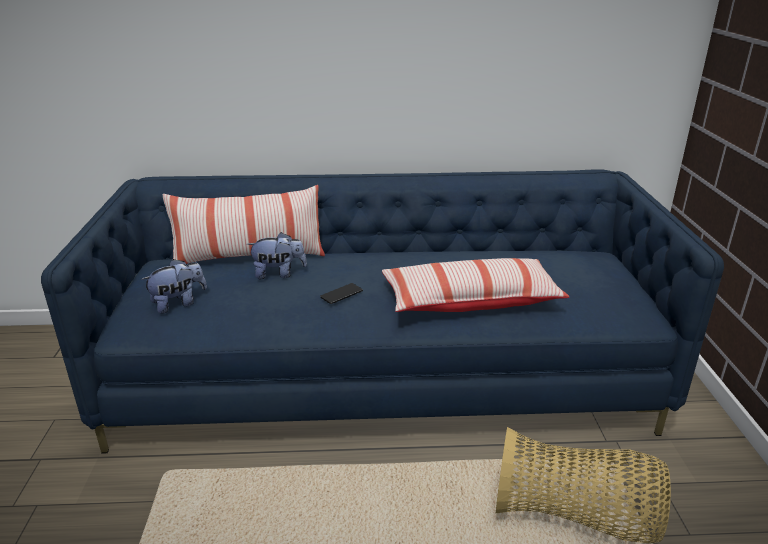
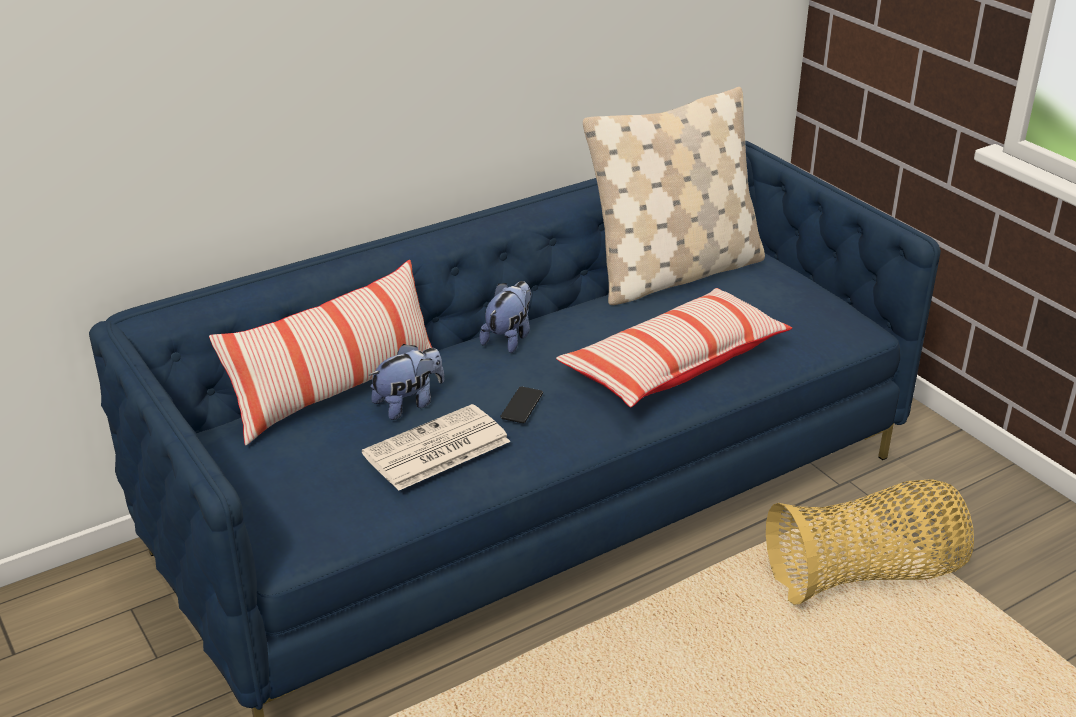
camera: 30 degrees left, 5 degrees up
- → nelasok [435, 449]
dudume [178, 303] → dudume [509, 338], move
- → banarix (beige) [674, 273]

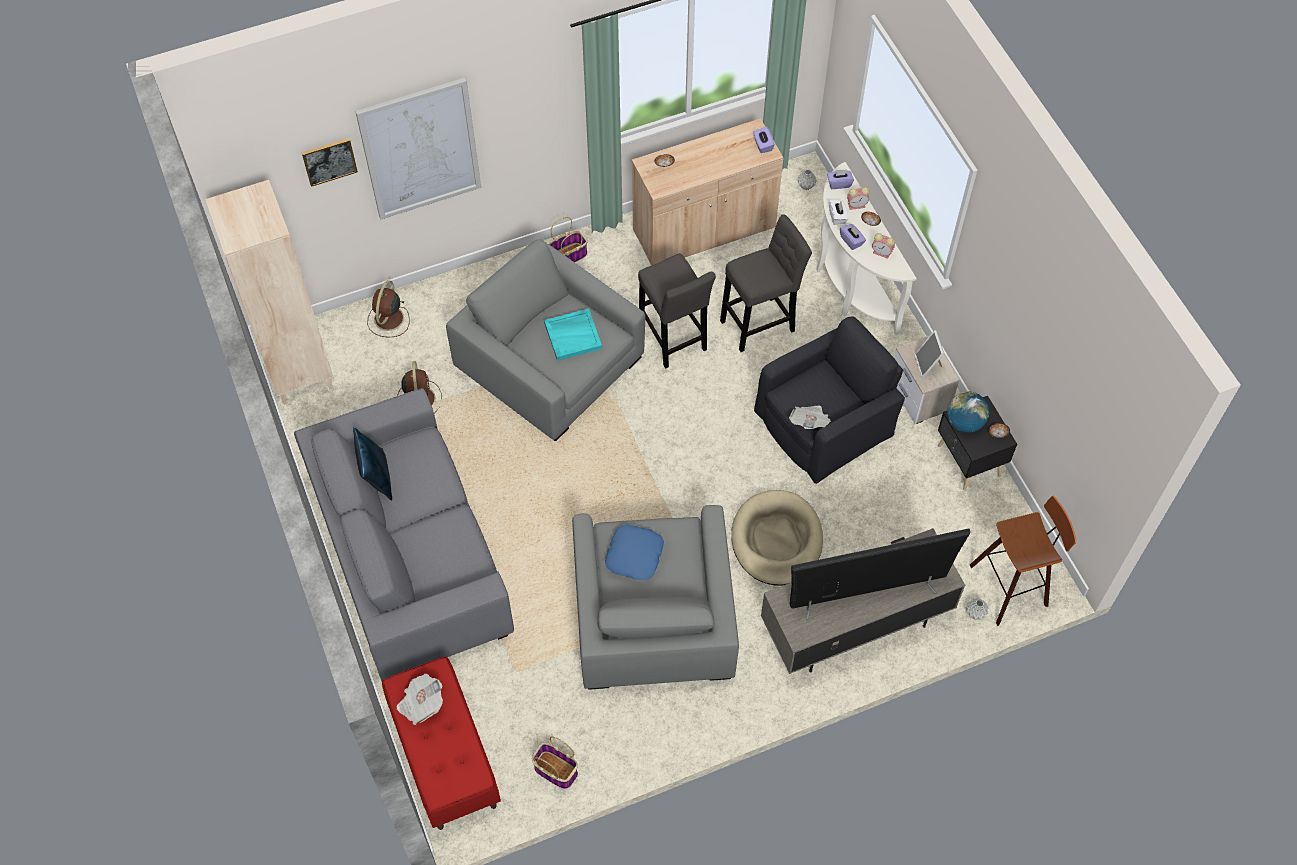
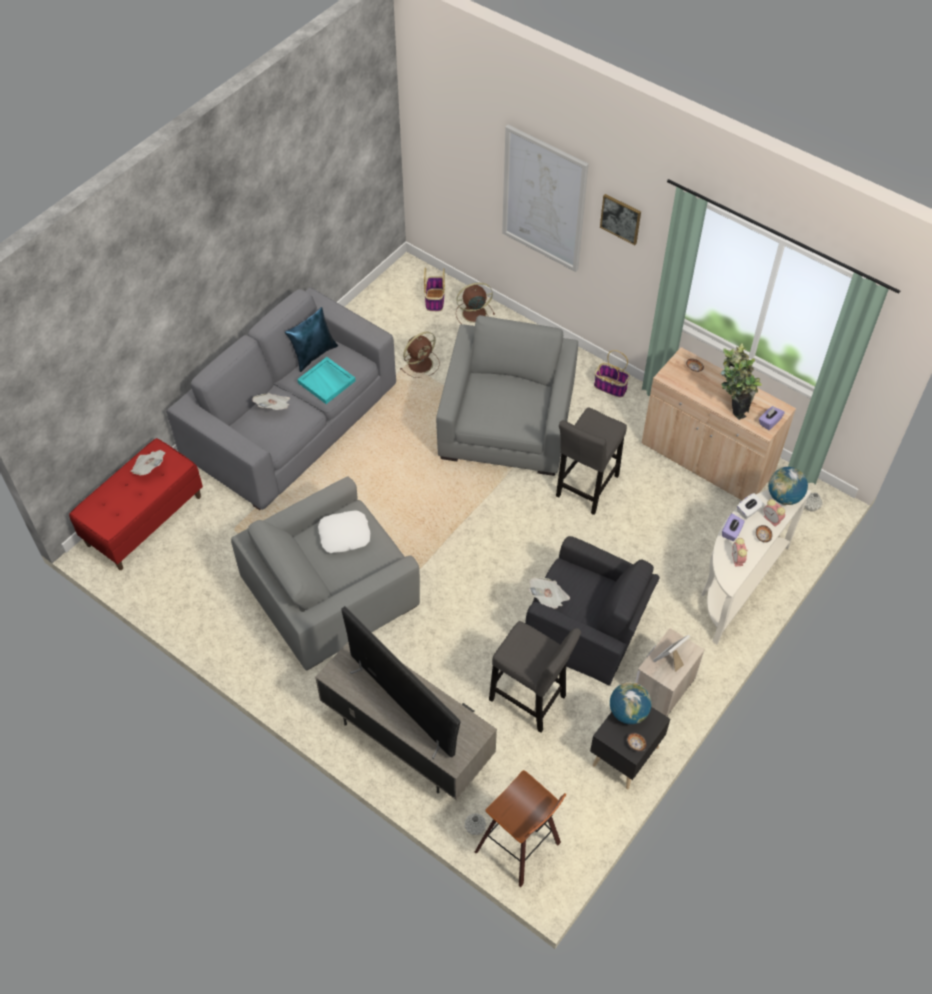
camera: 60 degrees right, 5 degrees down
- → nelasok [274, 407]
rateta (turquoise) [573, 335] → rateta (turquoise) [327, 382], move
banarix (blue) [635, 555] → banarix (white) [344, 535]
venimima [555, 770] → venimima [434, 300], move
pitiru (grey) [761, 323] → pitiru (grey) [530, 701], move
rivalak [329, 161] → rivalak [620, 218], move
- → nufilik [731, 407]
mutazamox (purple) [839, 183] → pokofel [784, 497]
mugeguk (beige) [299, 372] → -
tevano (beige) [776, 540] → -

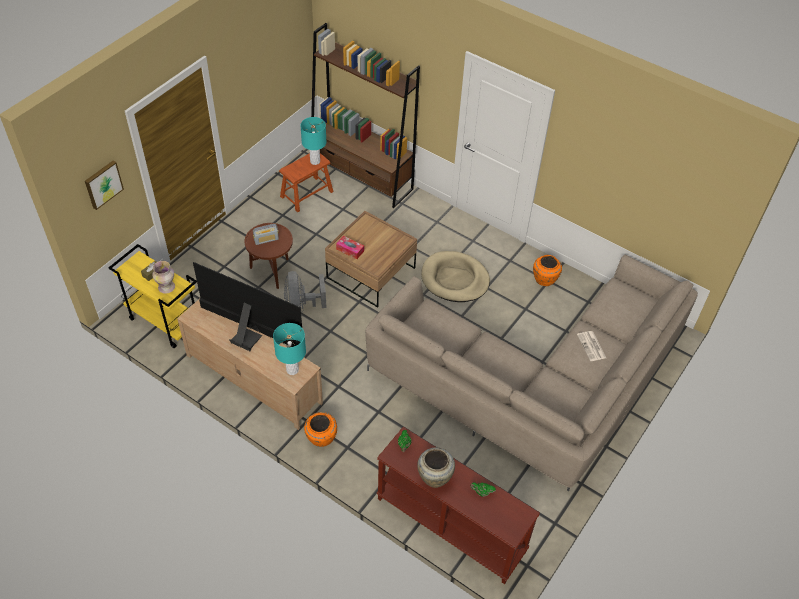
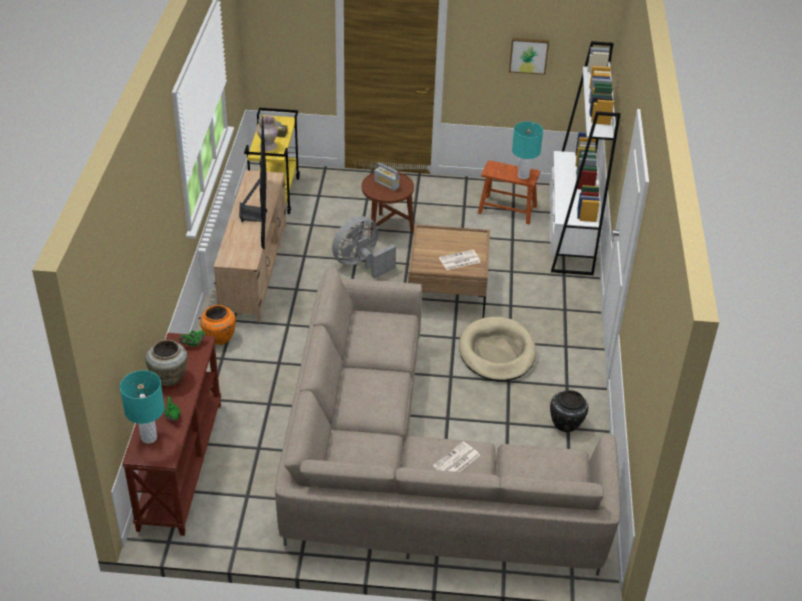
camera: 60 degrees right, 10 degrees down
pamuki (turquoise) [292, 370] → pamuki (turquoise) [149, 437], move
- → nelasok [459, 260]
rivalak [103, 184] → rivalak [528, 55], move
mugeguk (brown) [361, 176] → mugeguk (white) [570, 234]
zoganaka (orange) [545, 279] → zoganaka (black) [566, 424]
mutazamox [350, 250] → -

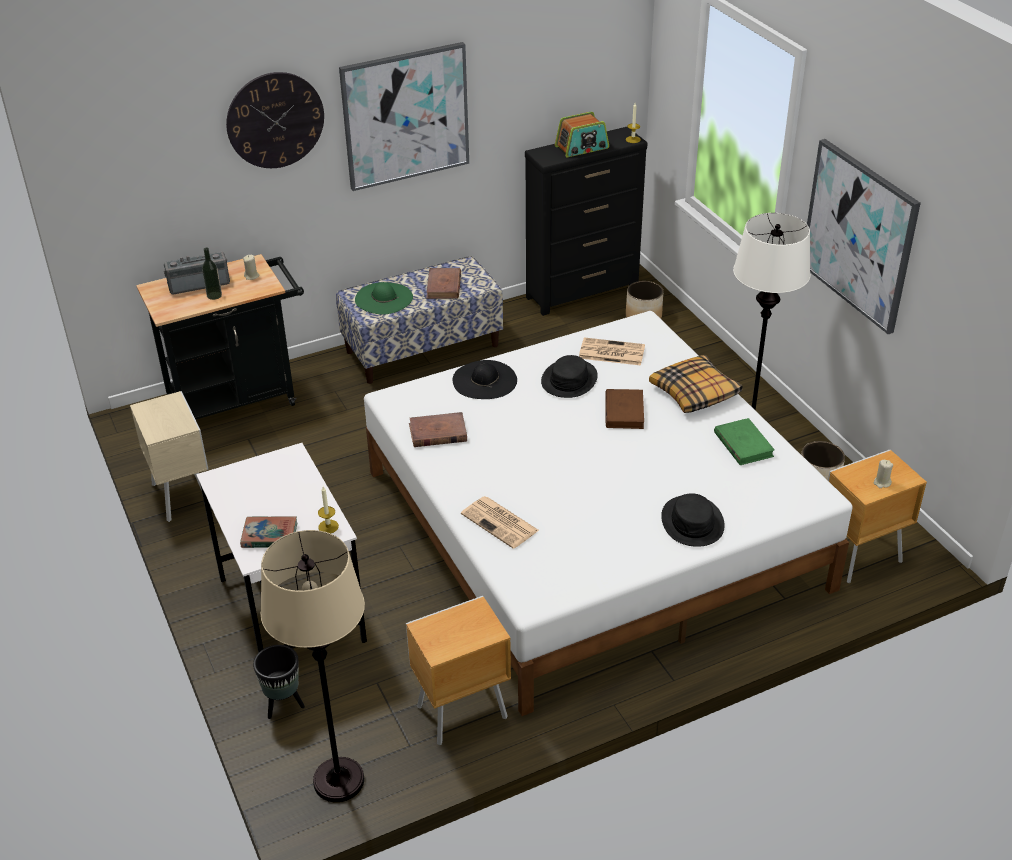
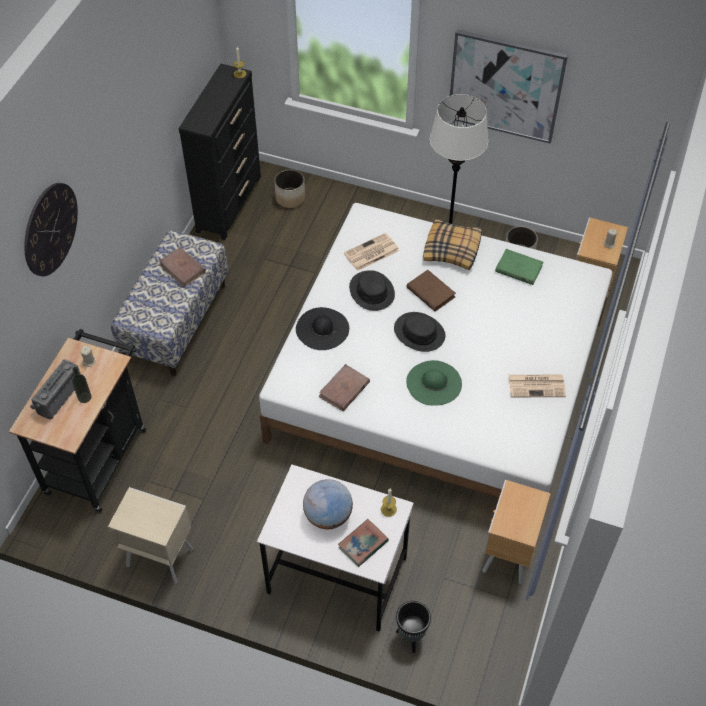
camera: 45 degrees left, 15 degrees up
- → pokofel [328, 515]
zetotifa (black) [692, 522] → zetotifa (black) [419, 332], move
zetotifa (green) [383, 298] → zetotifa (green) [434, 383], move
nelasok [501, 523] → nelasok [537, 385], move
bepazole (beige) [339, 780] → -
rivalak [405, 116] → -
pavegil [582, 147] → -

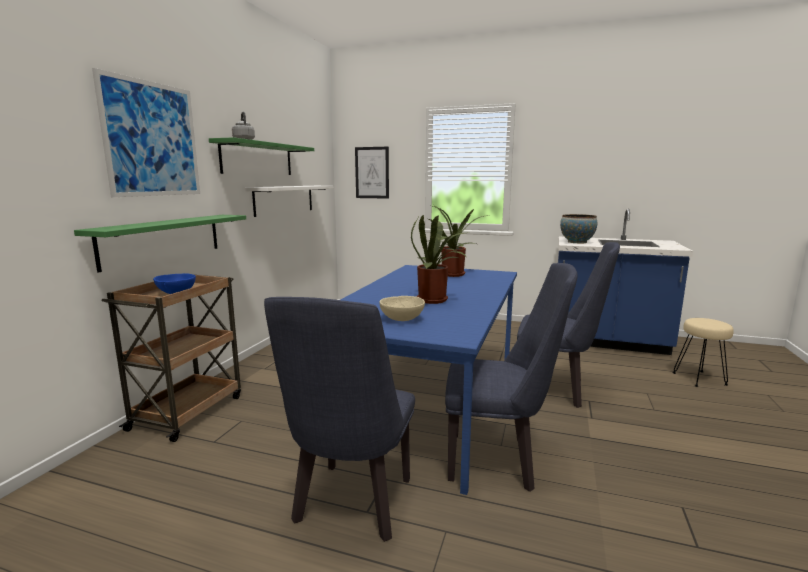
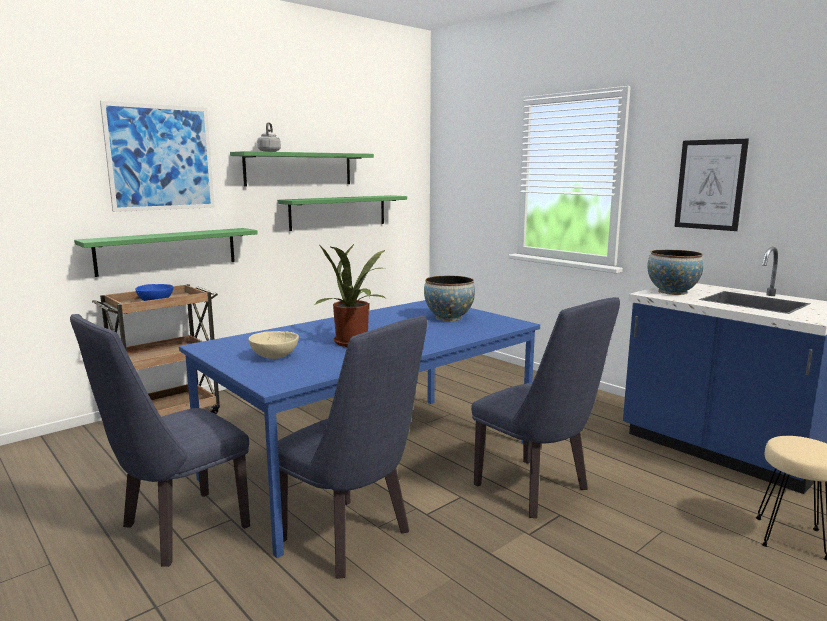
camera: 30 degrees right, 0 degrees up
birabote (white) [284, 199] → birabote (green) [338, 212]
nufilik [452, 275] → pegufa [449, 317]
rivalak [372, 172] → rivalak [710, 184], move

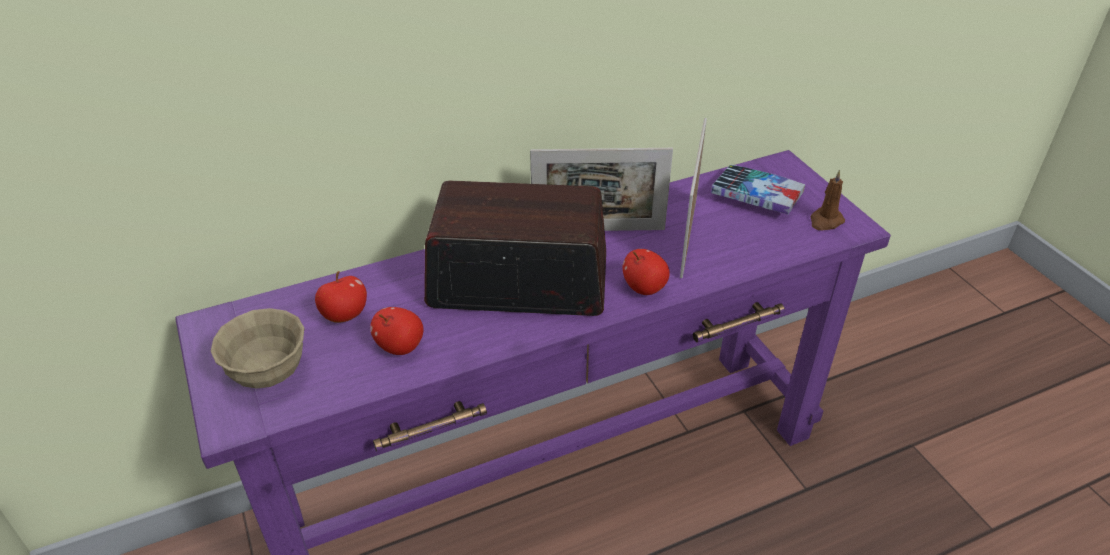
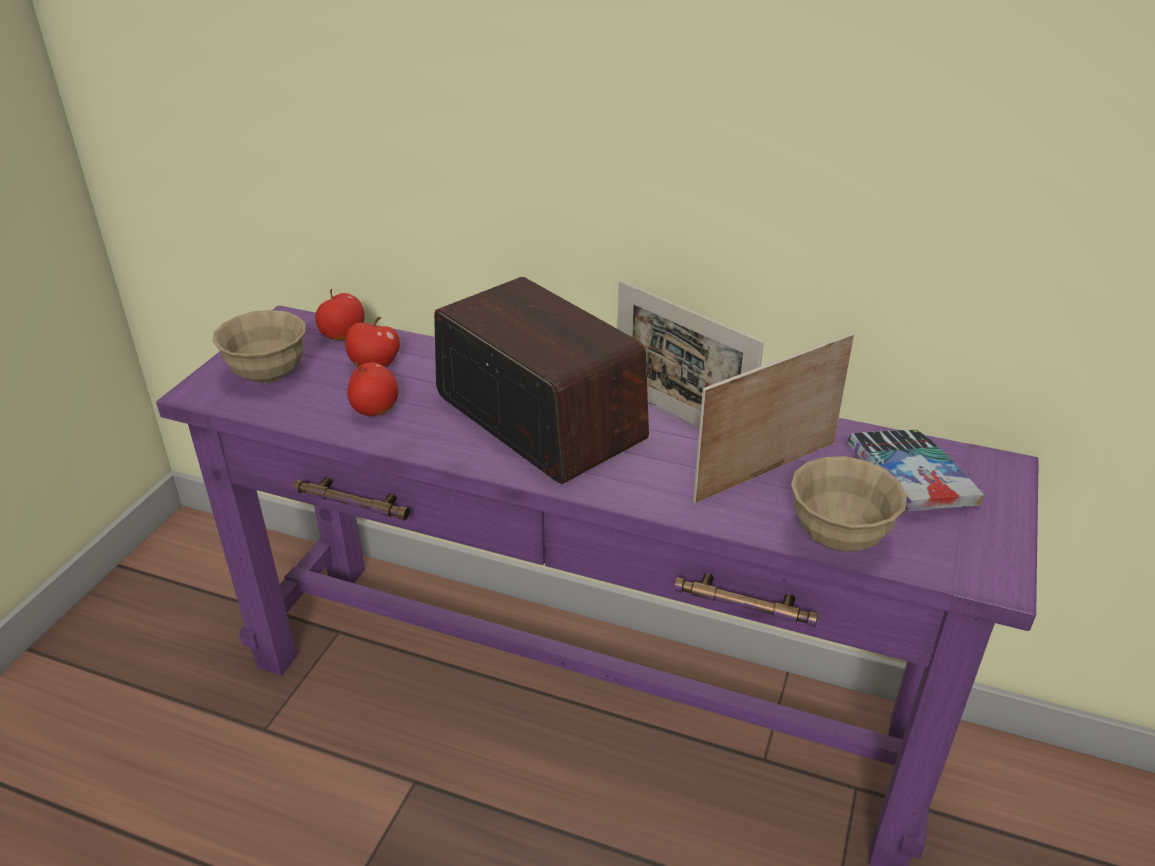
camera: 45 degrees right, 5 degrees down
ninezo [644, 288] → ninezo [343, 336], move
- → pegufa (beige) [839, 537]
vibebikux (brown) [825, 221] → -

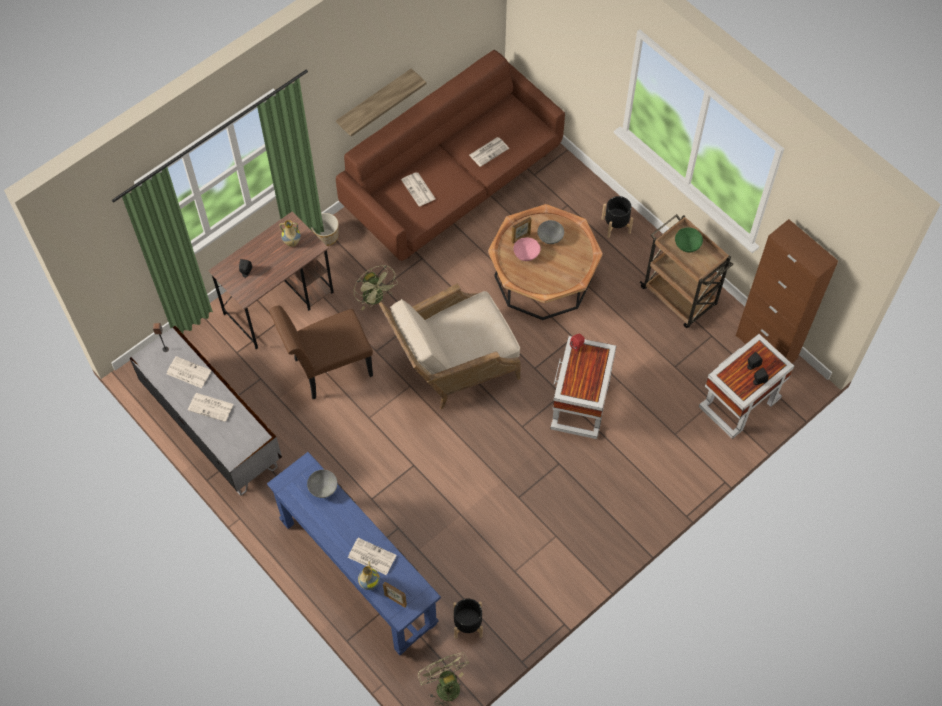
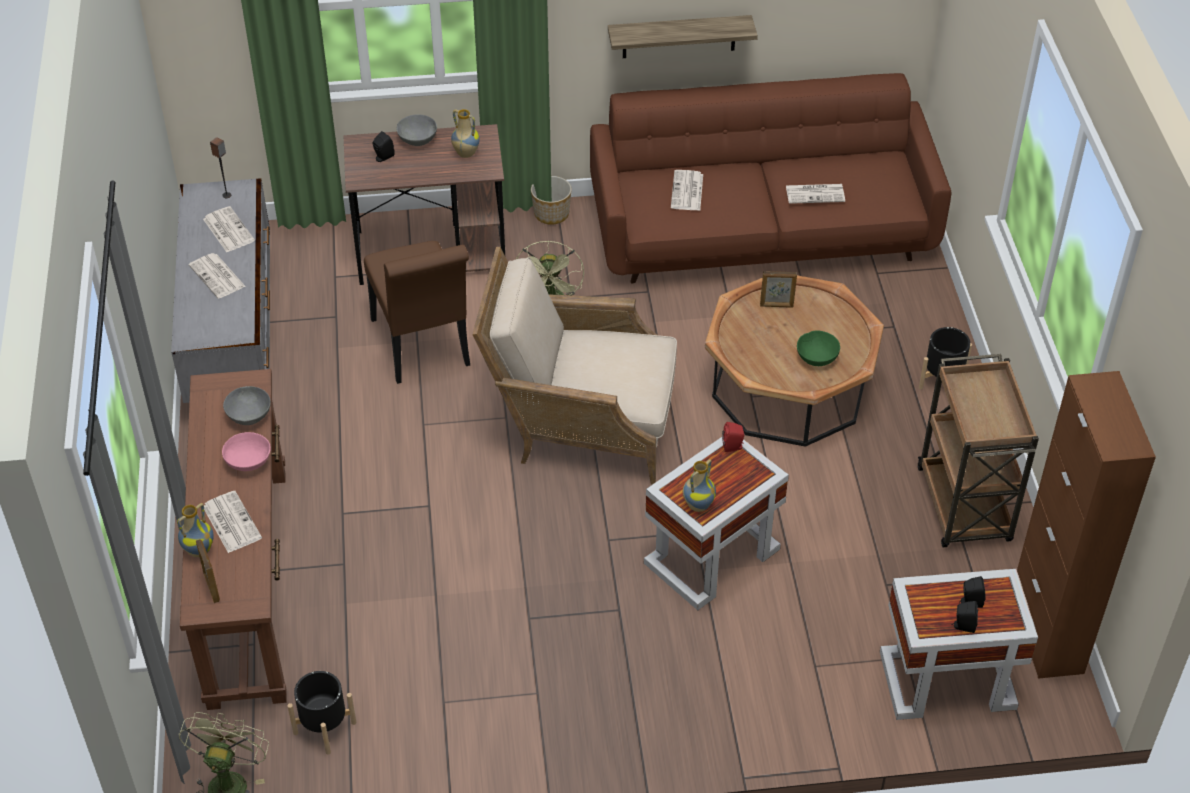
camera: 35 degrees right, 15 degrees down
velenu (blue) [358, 572] → velenu (brown) [248, 585]
pegufa (pink) [526, 254] → pegufa (pink) [248, 462], move
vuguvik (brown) [327, 369] → vuguvik (brown) [422, 348], 120 degrees counterclockwise
pegufa (grey) [550, 237] → pegufa (grey) [417, 140], move
- → zoganaka [697, 505]
pegufa (green) [687, 245] → pegufa (green) [816, 358], move

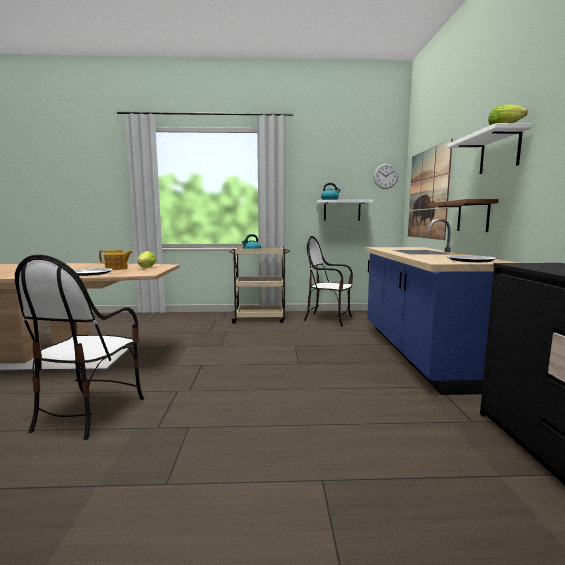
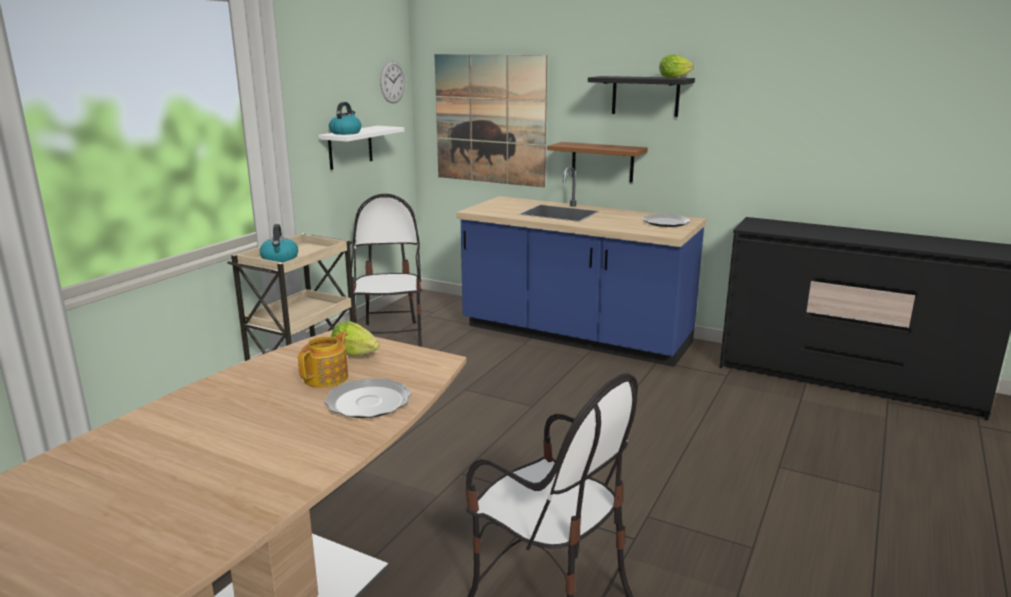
camera: 60 degrees left, 10 degrees up
vuguvik [328, 319] → vuguvik [390, 336], 120 degrees clockwise
birabote (white) [499, 152] → birabote (black) [645, 96]

